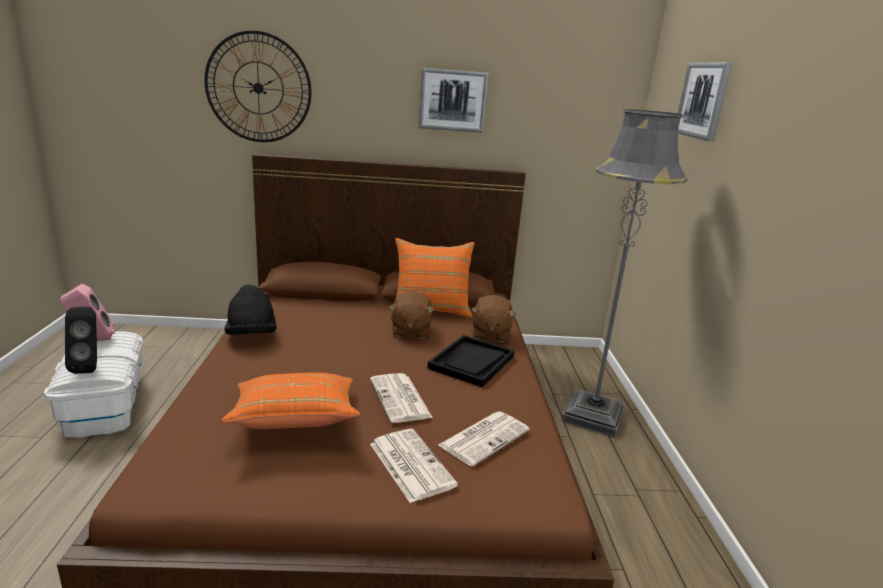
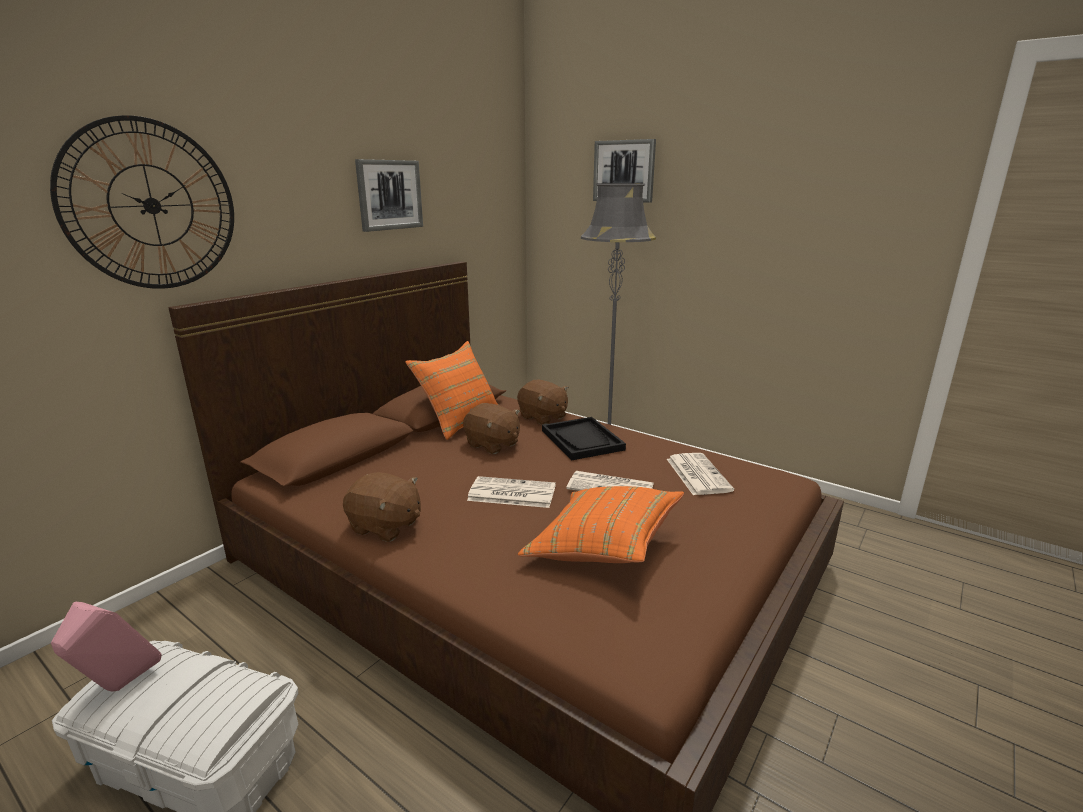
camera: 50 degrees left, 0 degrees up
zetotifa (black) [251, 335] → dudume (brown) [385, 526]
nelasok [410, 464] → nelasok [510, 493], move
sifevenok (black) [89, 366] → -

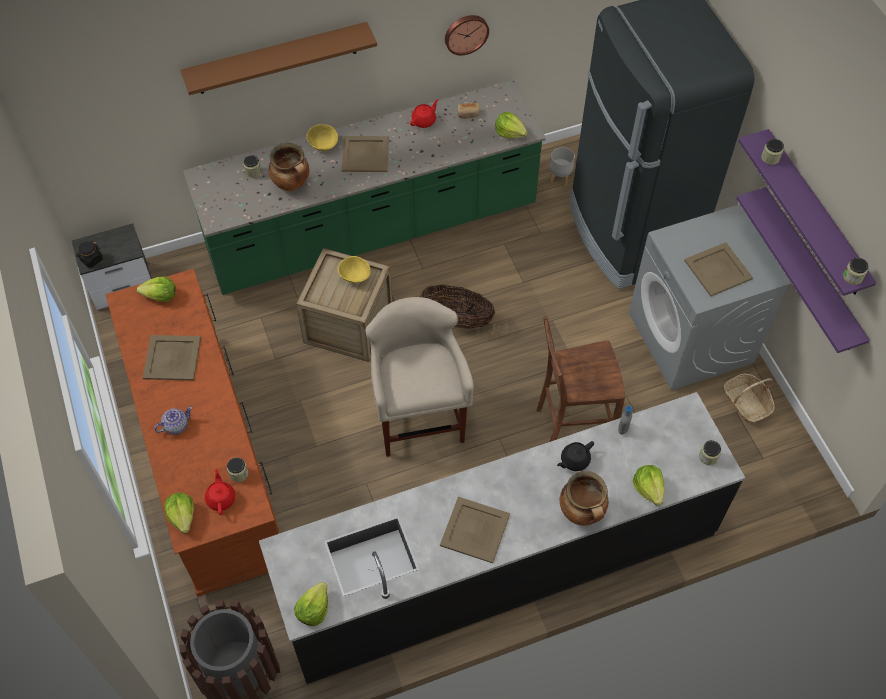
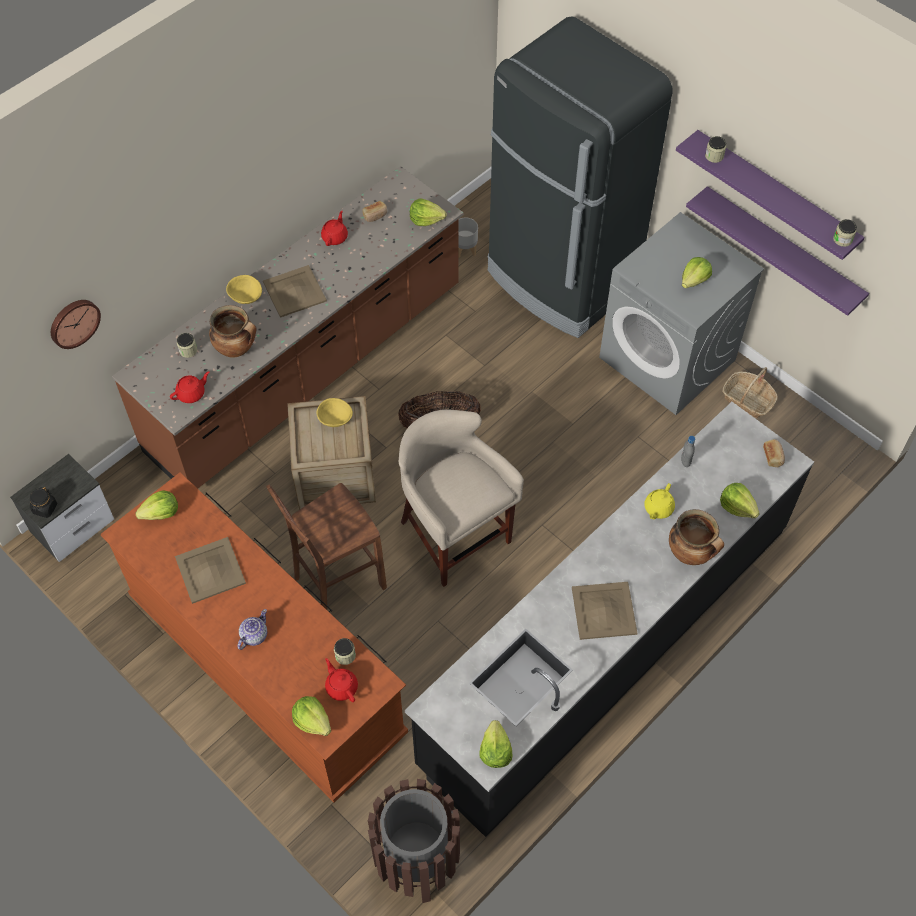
camera: 25 degrees left, 0 degrees up
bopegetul [465, 33] → bopegetul [73, 322], move
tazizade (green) [372, 230] → tazizade (brown) [307, 370]
- → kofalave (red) [191, 394]
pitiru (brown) [571, 426] → pitiru (brown) [336, 582], move
kofalave (black) [574, 460] → kofalave (yellow) [658, 508]
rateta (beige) [718, 269] → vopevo [694, 280]
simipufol [708, 457] → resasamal [773, 456]
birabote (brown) [277, 58] → -

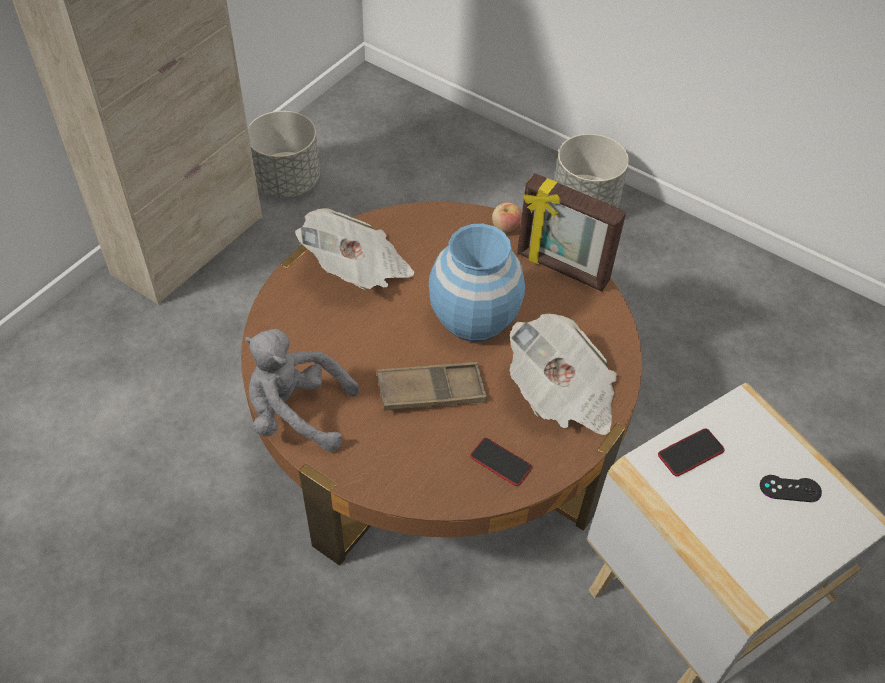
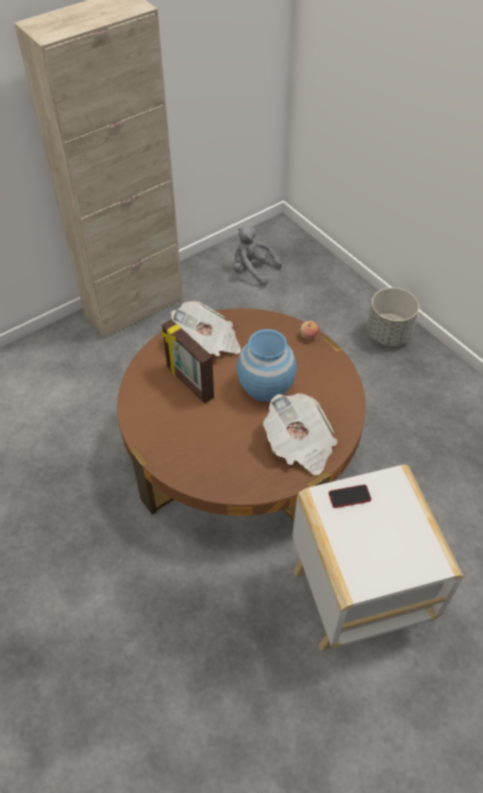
camera: 20 degrees right, 0 degrees up
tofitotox [561, 269] → tofitotox [189, 383], move
dudume (grey) [296, 413] → dudume (grey) [252, 270], move
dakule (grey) [287, 182] → -
rateta (brown) [431, 391] → -
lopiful [500, 462] → -
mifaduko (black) [790, 489] → -

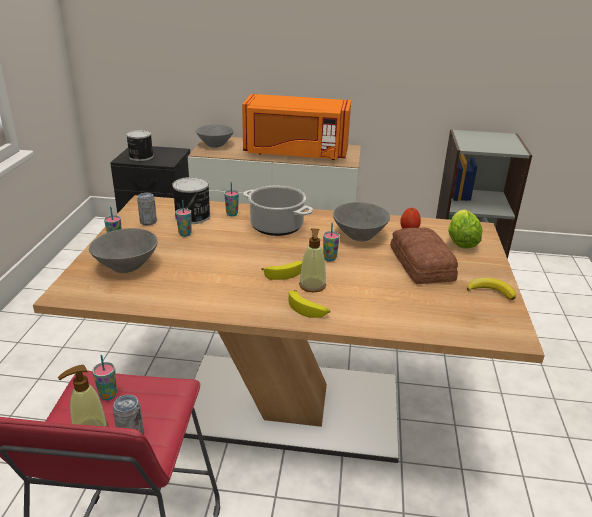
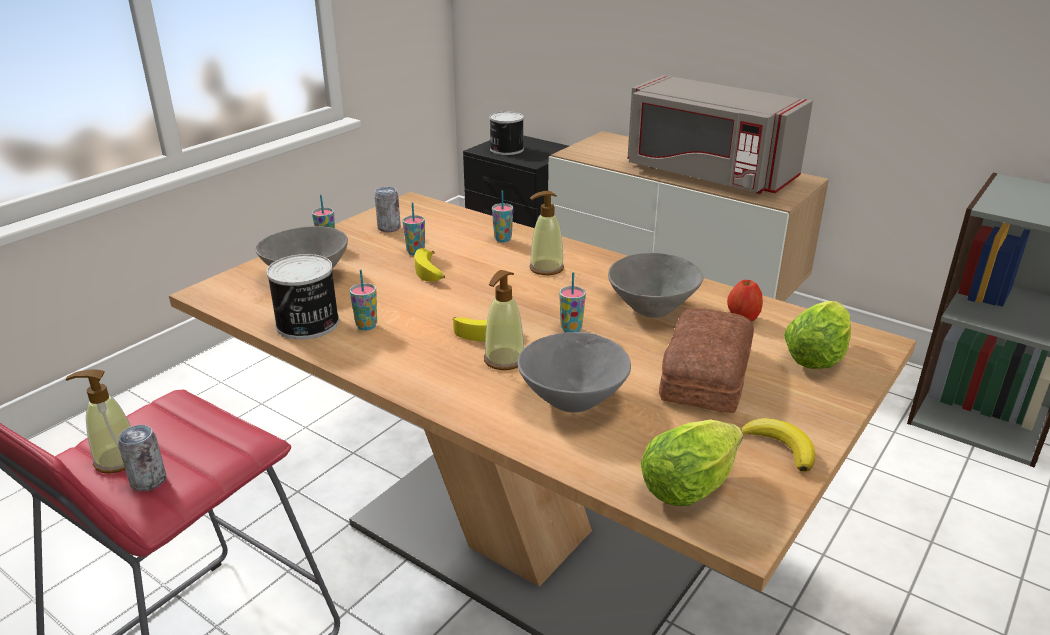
camera: 30 degrees right, 0 degrees up
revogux [193, 216] → revogux [307, 324], move
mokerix [108, 395] → mokerix [366, 326], move
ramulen [308, 309] → ramulen [431, 273], move
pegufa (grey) [215, 145] → pegufa (grey) [574, 399], move
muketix [277, 226] → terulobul [546, 268]
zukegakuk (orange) [295, 153] → zukegakuk (grey) [707, 174]
- → vopevo [693, 484]

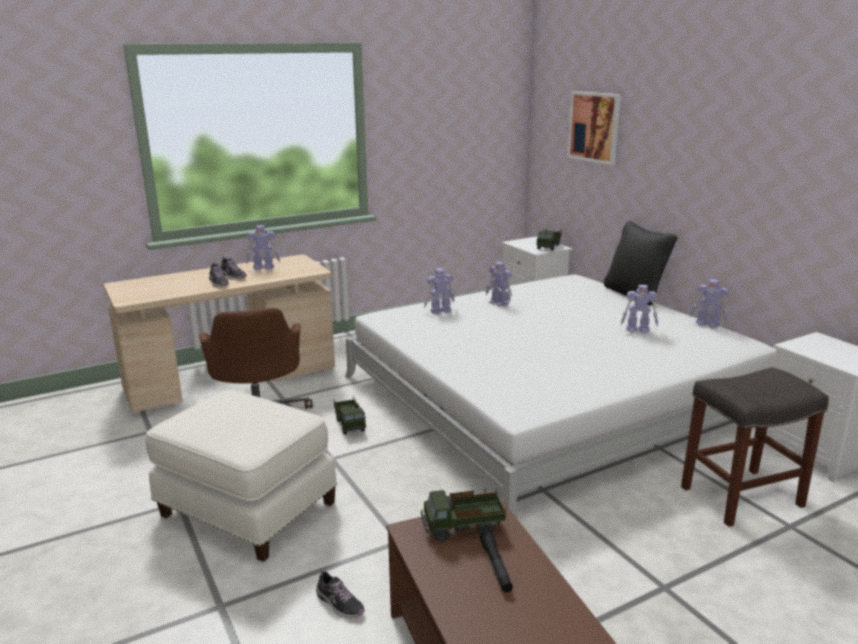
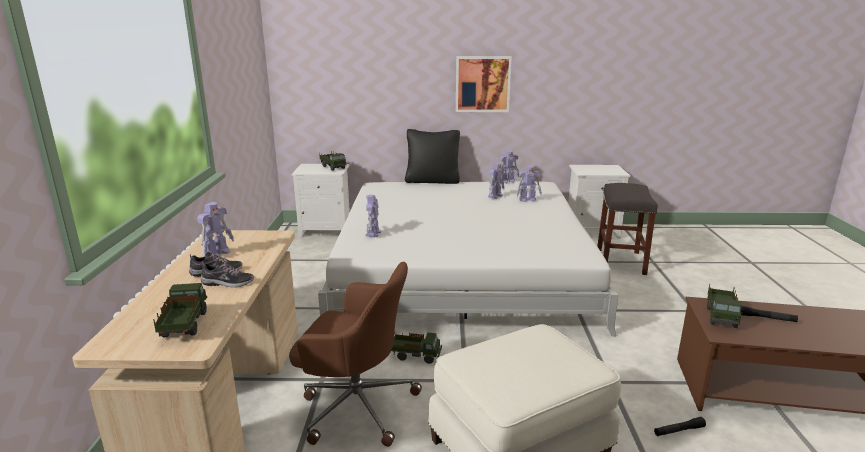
camera: 60 degrees left, 0 degrees up
- → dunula [184, 326]
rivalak [594, 127] → rivalak [482, 84], move
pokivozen [499, 303] → pokivozen [528, 200], move
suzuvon [339, 603] → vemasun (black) [679, 431]

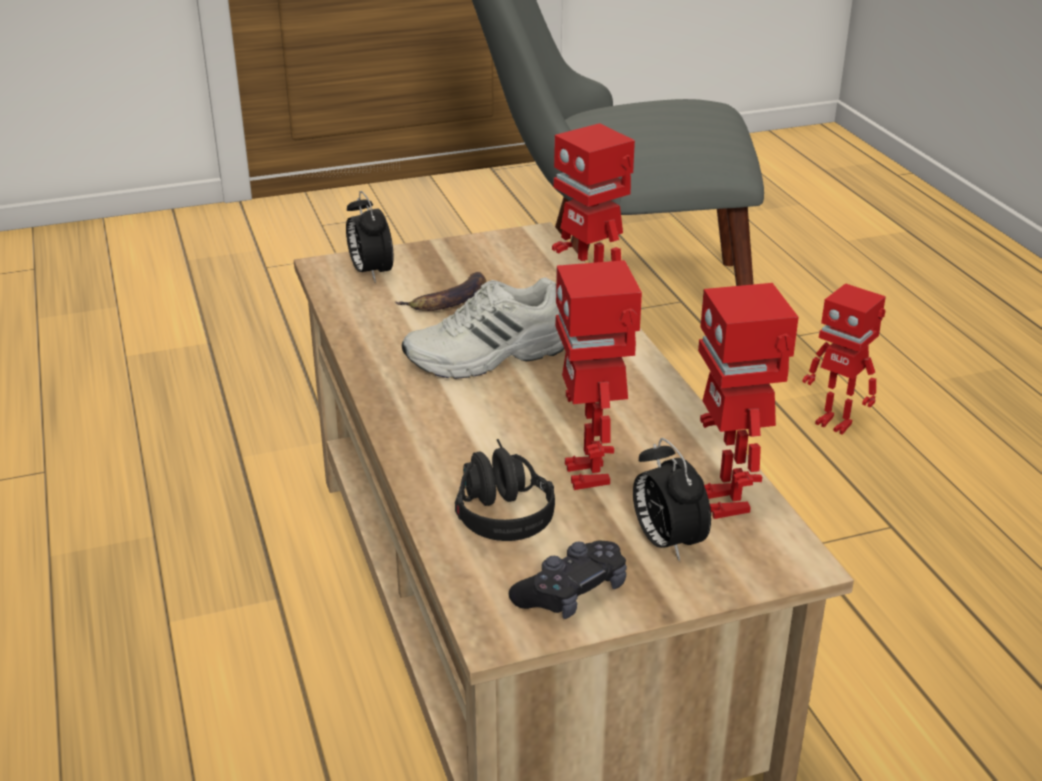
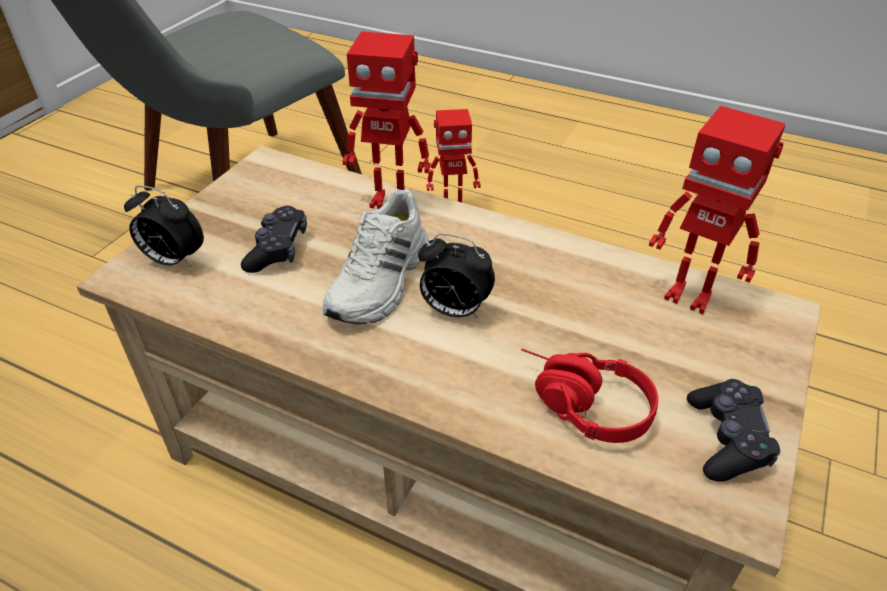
camera: 45 degrees left, 10 degrees up
ramulen [448, 299] → mifaduko (black) [277, 249]
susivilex [666, 542] → susivilex [454, 310], move
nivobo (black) [498, 505] → nivobo (red) [578, 404]
pokivozen [590, 474] → -

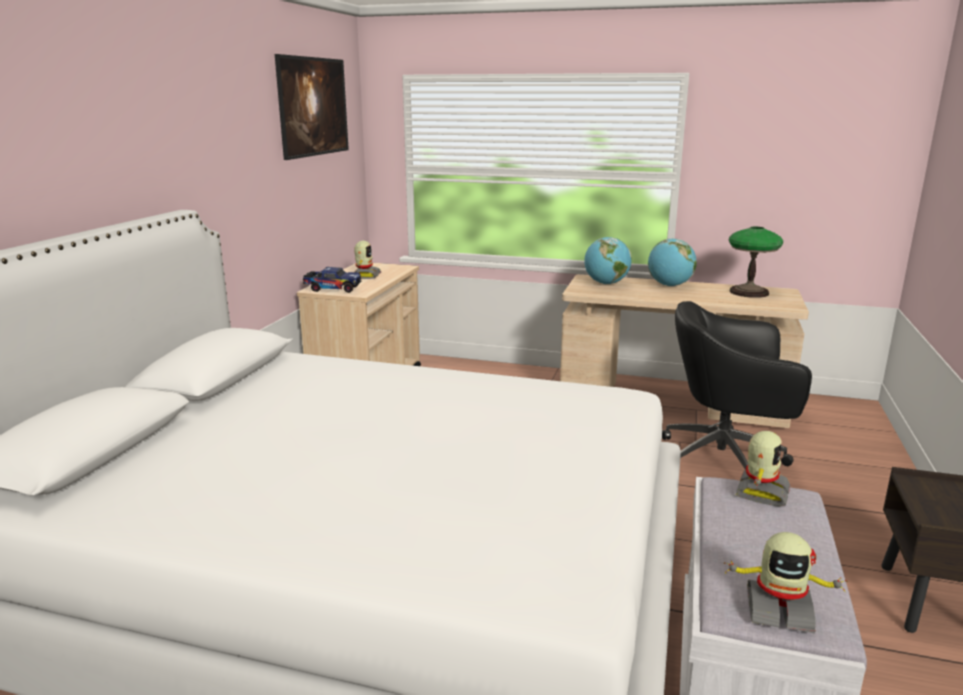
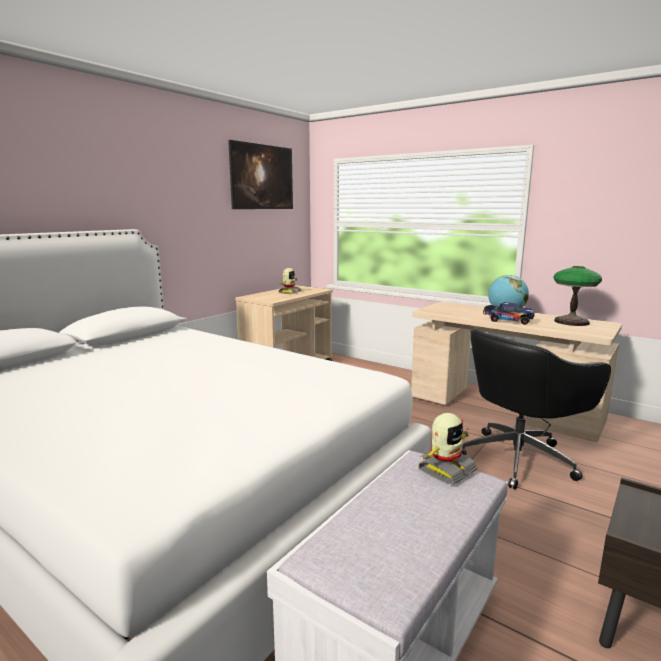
camera: 20 degrees right, 5 degrees down
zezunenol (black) [725, 460] → zezunenol (black) [519, 458], 60 degrees counterclockwise
dunula [332, 289] → dunula [507, 321], move
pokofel [606, 283] → -
pokivozen [778, 609] → -

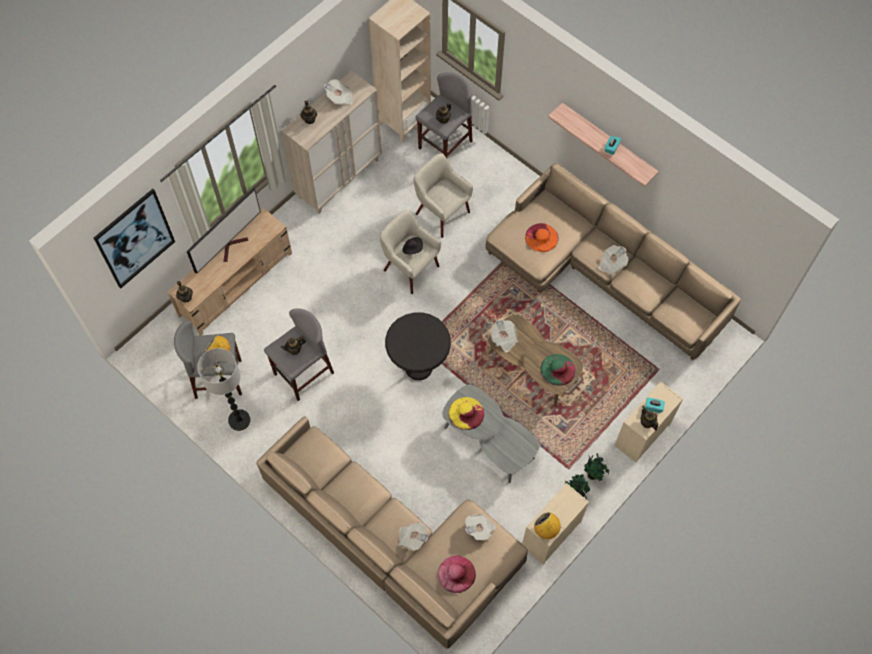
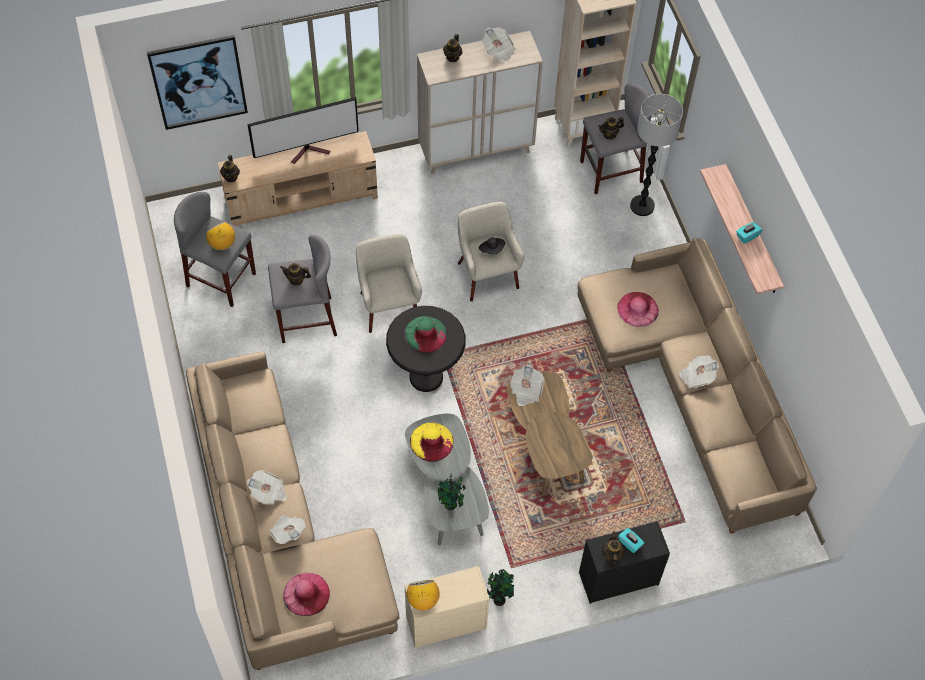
camera: 30 degrees right, 5 degrees down
nelasok [480, 529] → nelasok [268, 492], move
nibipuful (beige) [441, 213] → nibipuful (beige) [389, 306], move
zetotifa (green) [557, 369] → zetotifa (green) [425, 334], move
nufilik [593, 475] → nufilik [451, 505], move
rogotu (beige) [642, 434] → rogotu (black) [617, 579]
zetotifa (orange) [541, 237] → zetotifa (pink) [638, 309]
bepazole [239, 420] → bepazole [642, 206], move

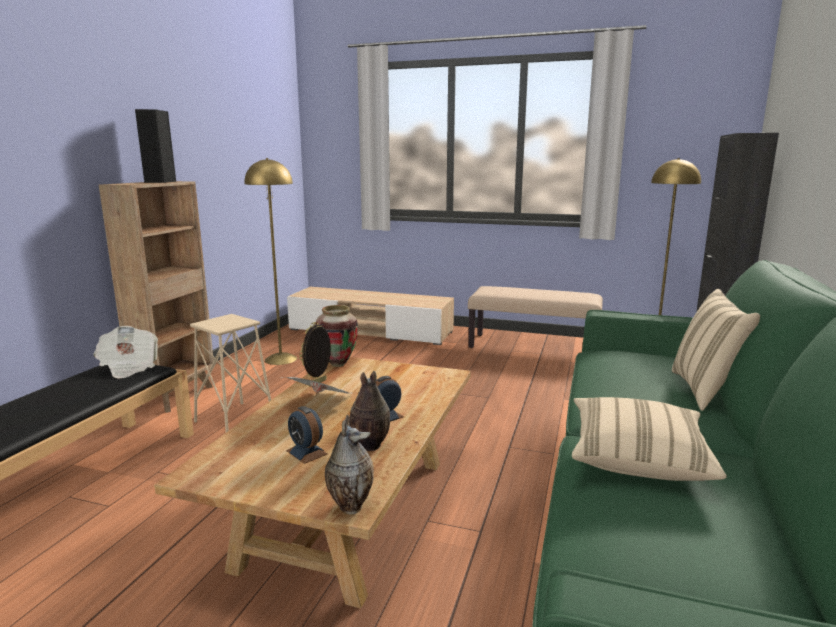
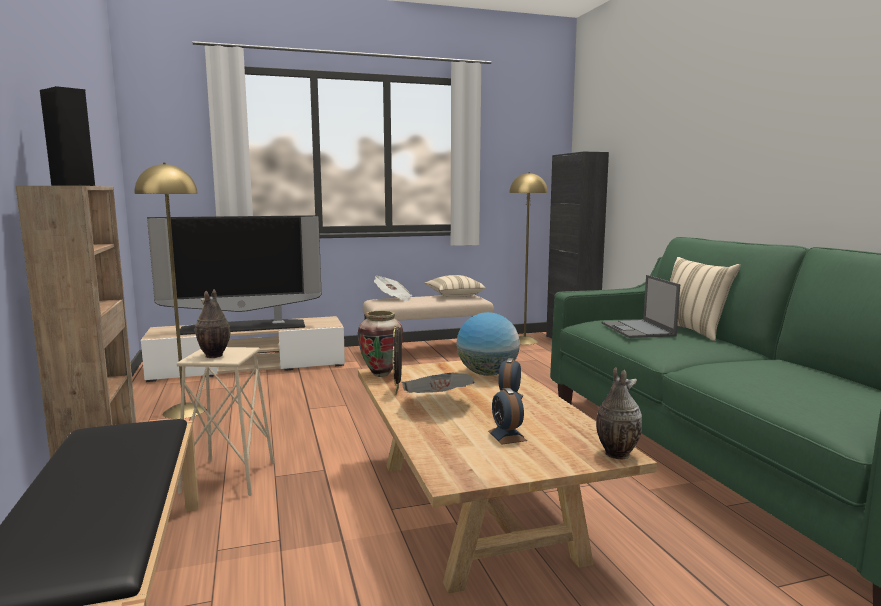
camera: 35 degrees left, 5 degrees down
- → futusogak [243, 327]
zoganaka [369, 446] → zoganaka [213, 356], move
nelasok [129, 367] → nelasok [393, 299], move
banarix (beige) [637, 458] → banarix (beige) [454, 295], move
- → pokofel [487, 374]
susivilex [306, 452] → susivilex [507, 436], 60 degrees clockwise
- → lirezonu [638, 329]

